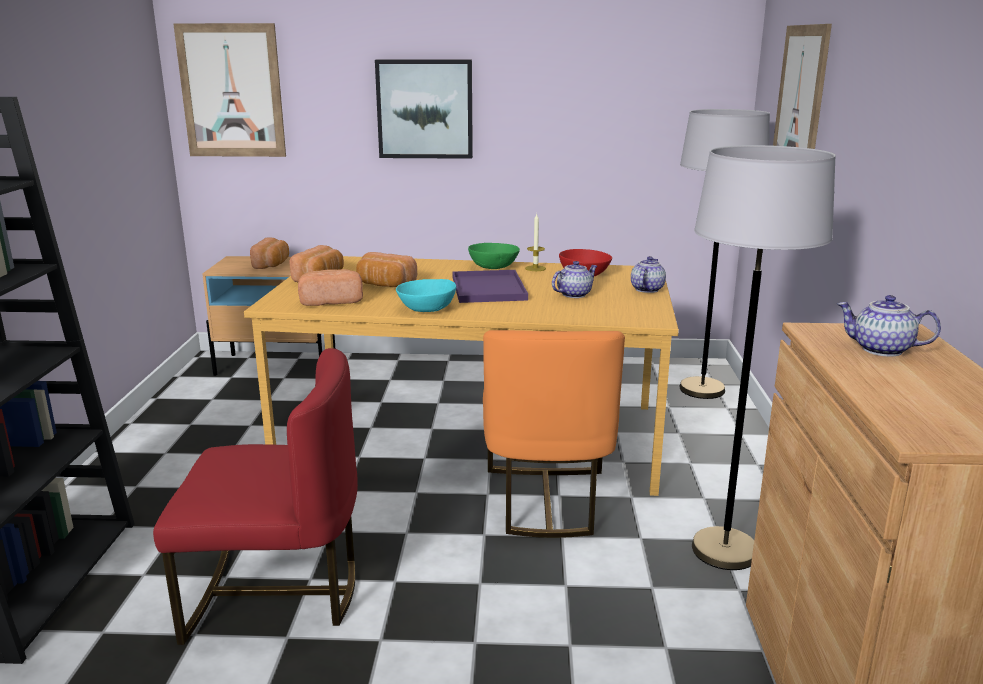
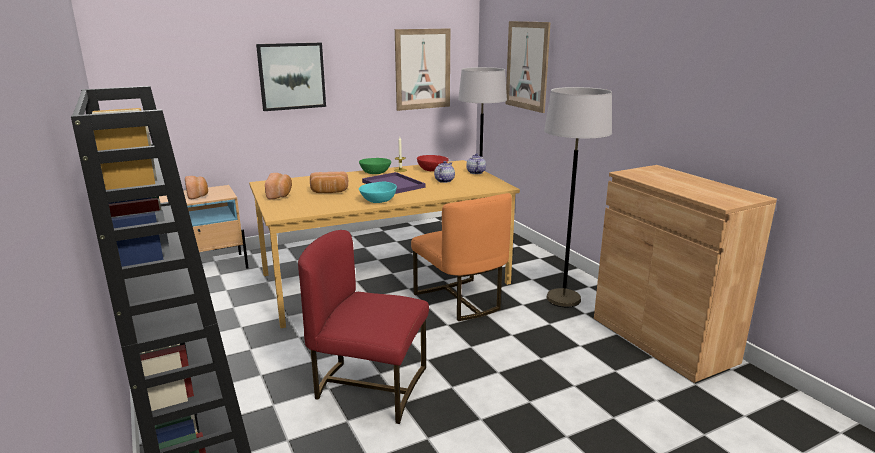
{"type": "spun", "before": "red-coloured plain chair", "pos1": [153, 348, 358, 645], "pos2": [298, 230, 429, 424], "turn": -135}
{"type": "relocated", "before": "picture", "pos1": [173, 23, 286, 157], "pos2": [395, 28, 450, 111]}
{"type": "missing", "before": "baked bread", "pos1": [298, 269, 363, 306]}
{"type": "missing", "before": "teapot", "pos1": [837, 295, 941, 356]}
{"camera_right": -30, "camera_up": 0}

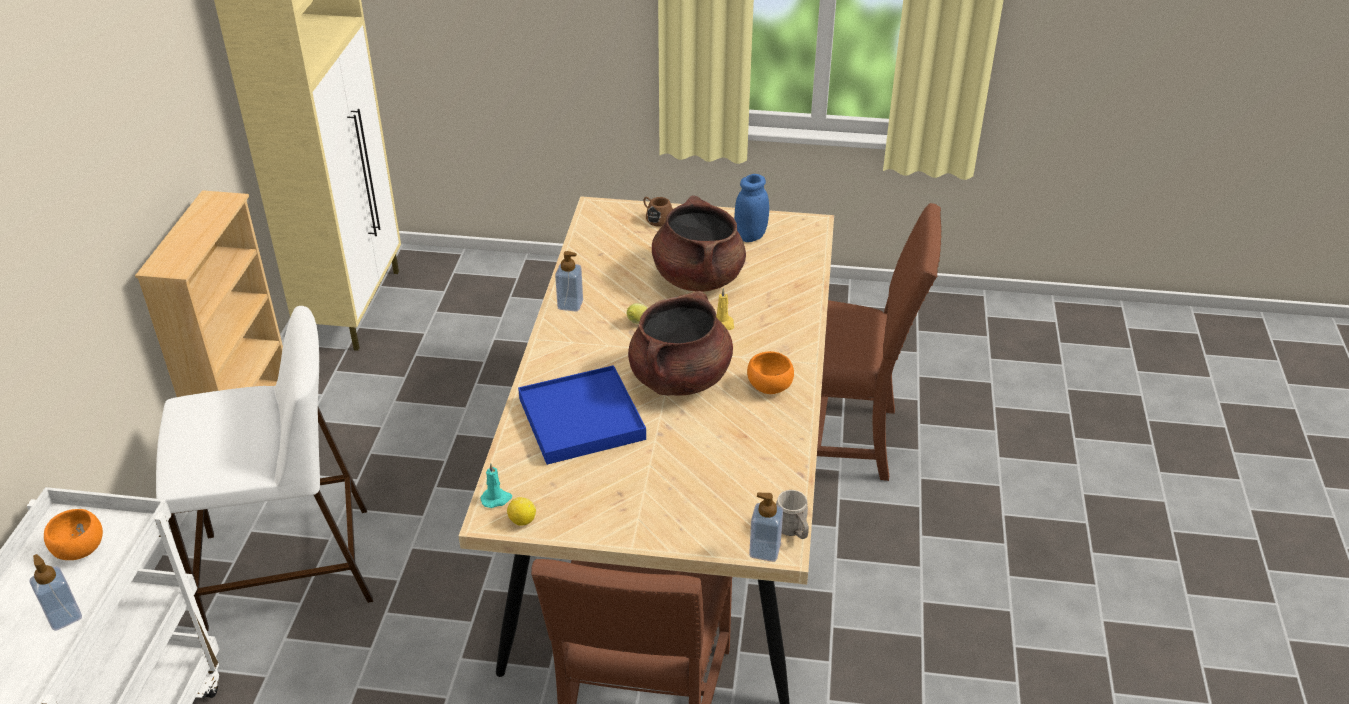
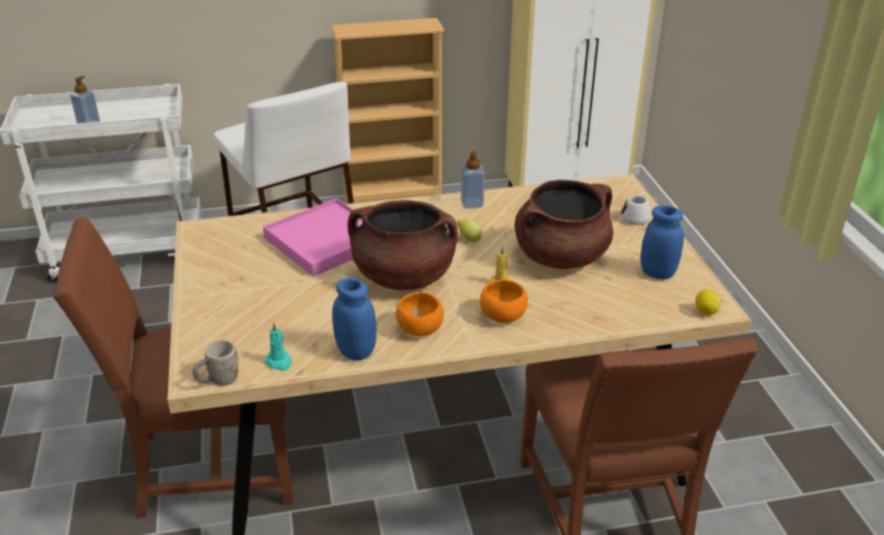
{"type": "colour", "before": "blue-coloured carrying tray", "after": "pink-coloured carrying tray", "pos1": [518, 365, 646, 465], "pos2": [263, 198, 363, 277]}
{"type": "relocated", "before": "turquoise wax light", "pos1": [480, 463, 512, 508], "pos2": [264, 322, 292, 371]}
{"type": "appeared", "after": "blue-coloured preserve jar", "pos2": [332, 278, 376, 360]}
{"type": "relocated", "before": "orange bowl", "pos1": [44, 509, 103, 560], "pos2": [480, 280, 528, 323]}
{"type": "colour", "before": "brown coffee mug", "after": "white coffee mug", "pos1": [644, 197, 673, 227], "pos2": [621, 193, 651, 225]}
{"type": "relocated", "before": "citrus fruit", "pos1": [507, 497, 536, 526], "pos2": [695, 290, 721, 315]}
{"type": "missing", "before": "soap bottle", "pos1": [749, 493, 783, 562]}
{"camera_right": 70, "camera_up": -5}

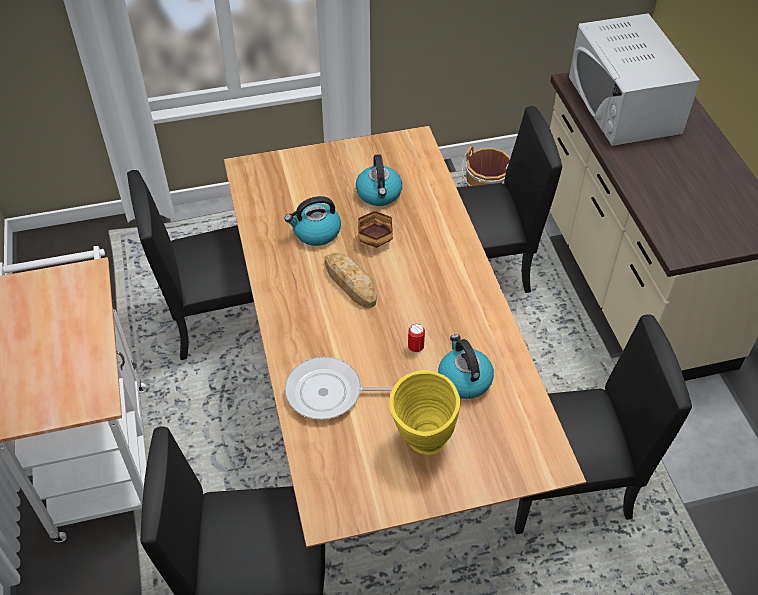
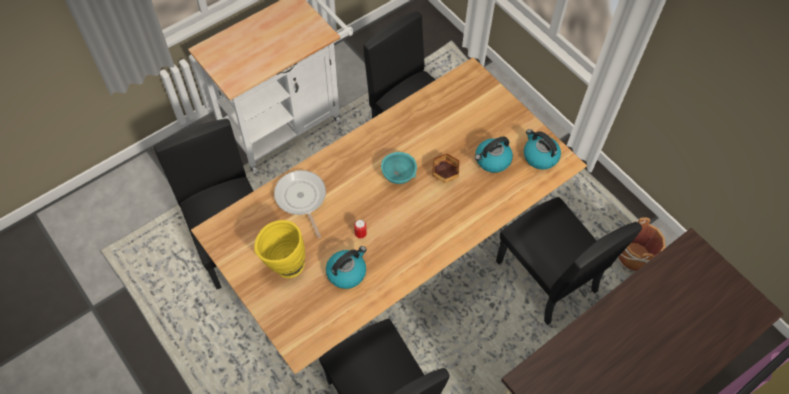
{"type": "exchanged", "before": "baked bread", "after": "turquoise bowl", "pos1": [325, 252, 376, 308], "pos2": [381, 152, 417, 184]}
{"type": "relocated", "before": "tea kettle", "pos1": [285, 196, 341, 246], "pos2": [524, 129, 561, 170]}
{"type": "missing", "before": "white microwave oven", "pos1": [569, 13, 700, 146]}
{"camera_right": 65, "camera_up": 10}

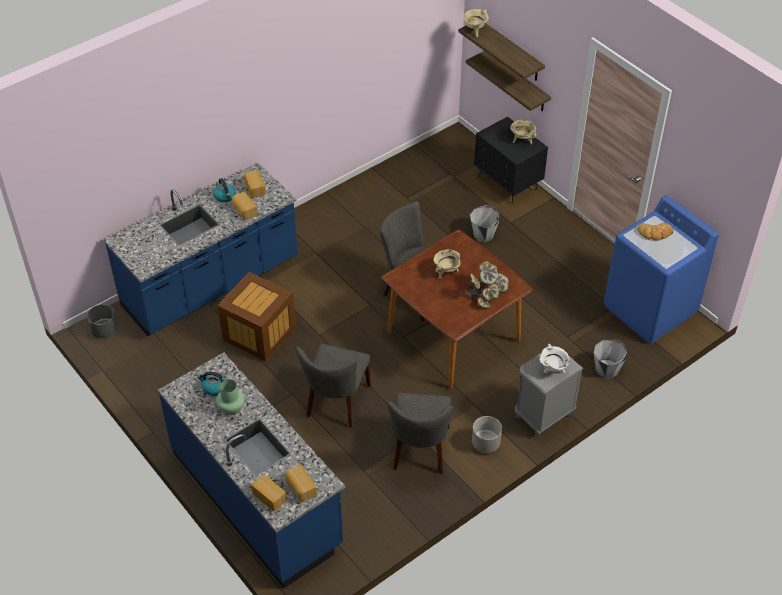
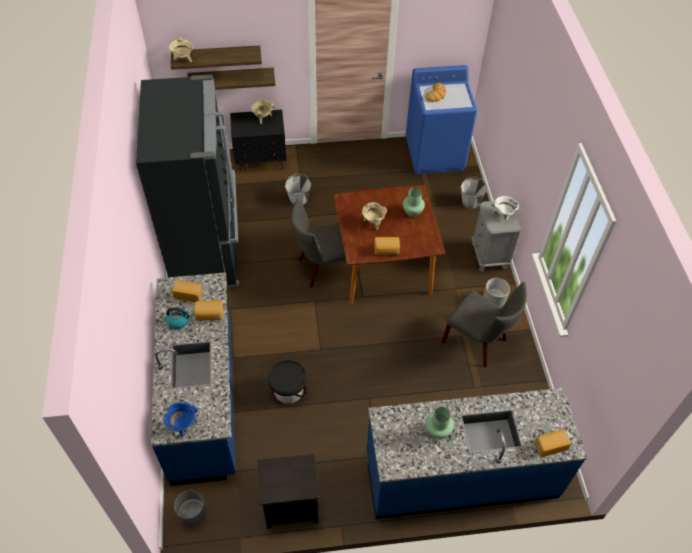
{"type": "appeared", "after": "black refrigerator", "pos2": [136, 74, 239, 287]}
{"type": "appeared", "after": "blue-coloured cooking pot", "pos2": [164, 402, 197, 437]}
{"type": "appeared", "after": "black night table", "pos2": [258, 454, 319, 529]}
{"type": "exchanged", "before": "shipping crate", "after": "black pail", "pos1": [218, 272, 296, 361], "pos2": [268, 360, 307, 404]}
{"type": "relocated", "before": "baked bread", "pos1": [285, 465, 317, 502], "pos2": [374, 237, 400, 255]}
{"type": "exchanged", "before": "houseplant", "after": "green flower vase", "pos1": [465, 261, 509, 308], "pos2": [403, 188, 425, 217]}
{"type": "missing", "before": "tea kettle", "pos1": [197, 371, 226, 396]}
{"type": "missing", "before": "gray plain chair", "pos1": [296, 344, 371, 428]}
{"camera_right": -60, "camera_up": 5}

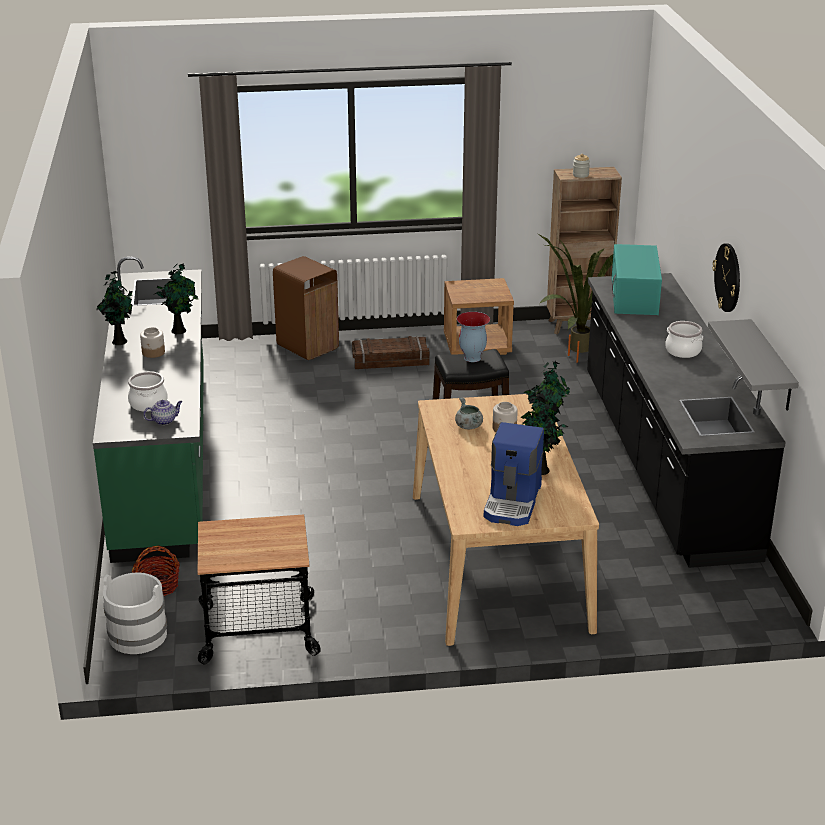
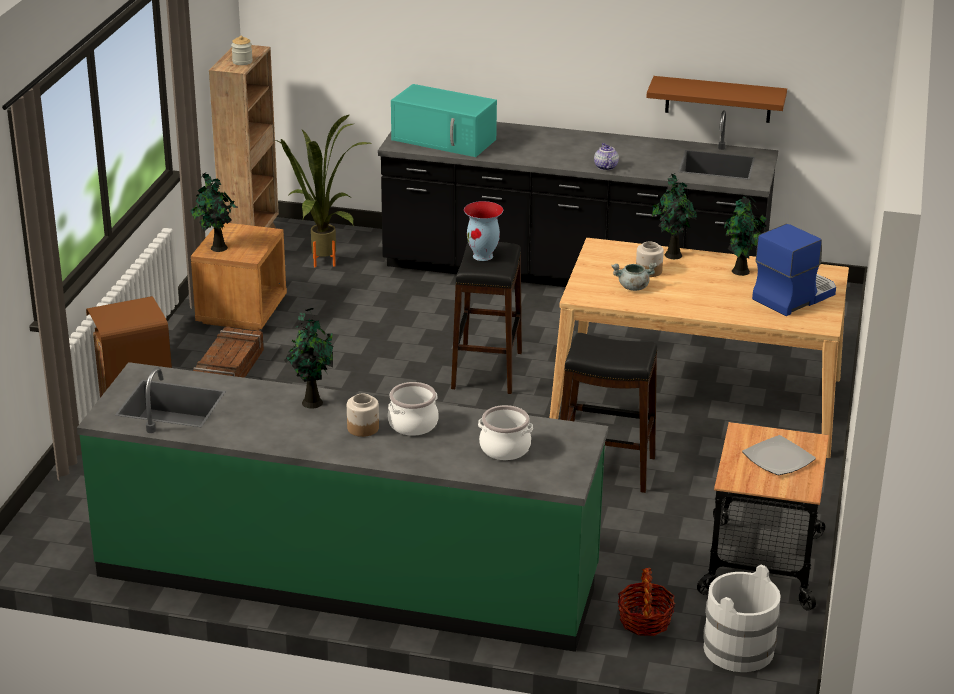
{"type": "relocated", "before": "houseplant", "pos1": [96, 271, 133, 345], "pos2": [190, 172, 238, 252]}
{"type": "relocated", "before": "cooking pot", "pos1": [665, 321, 703, 358], "pos2": [388, 382, 439, 436]}
{"type": "appeared", "after": "black sitting stool", "pos2": [560, 333, 657, 493]}
{"type": "relocated", "before": "teapot", "pos1": [143, 400, 182, 425], "pos2": [594, 143, 619, 170]}
{"type": "colour", "before": "gray shelf", "after": "brown shelf", "pos1": [708, 319, 799, 410], "pos2": [646, 76, 787, 123]}
{"type": "appeared", "after": "dinner plate", "pos2": [742, 435, 816, 475]}
{"type": "spun", "before": "coffee machine", "pos1": [484, 422, 544, 526], "pos2": [752, 224, 836, 316], "turn": -75}
{"type": "missing", "before": "wall clock", "pos1": [712, 243, 740, 312]}
{"camera_right": -70, "camera_up": 0}

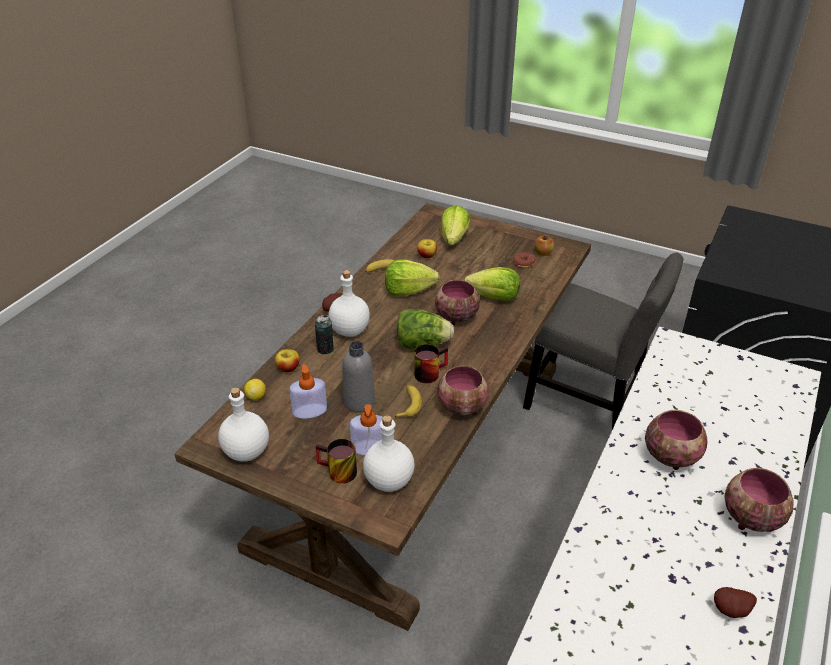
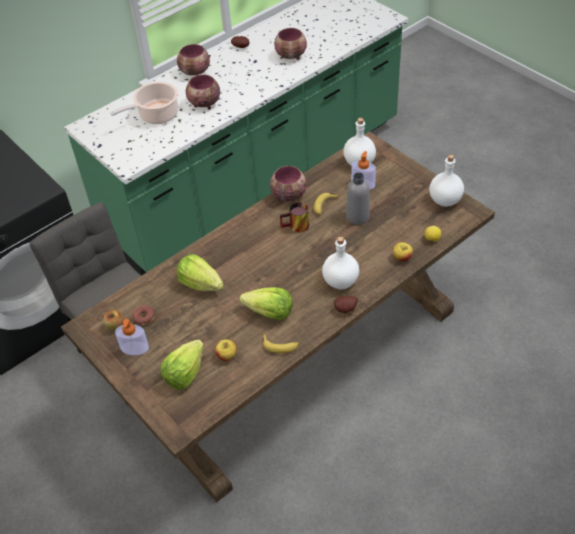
{"type": "appeared", "after": "cooking pot", "pos2": [110, 82, 179, 124]}
{"type": "relocated", "before": "soap bottle", "pos1": [289, 364, 327, 419], "pos2": [115, 319, 149, 355]}
{"type": "relocated", "before": "bowl", "pos1": [435, 280, 480, 326], "pos2": [274, 28, 307, 60]}
{"type": "missing", "before": "can", "pos1": [315, 315, 334, 354]}
{"type": "missing", "before": "coffee mug", "pos1": [316, 439, 357, 483]}
{"type": "missing", "before": "lettuce", "pos1": [397, 309, 454, 349]}
{"camera_right": -155, "camera_up": 10}

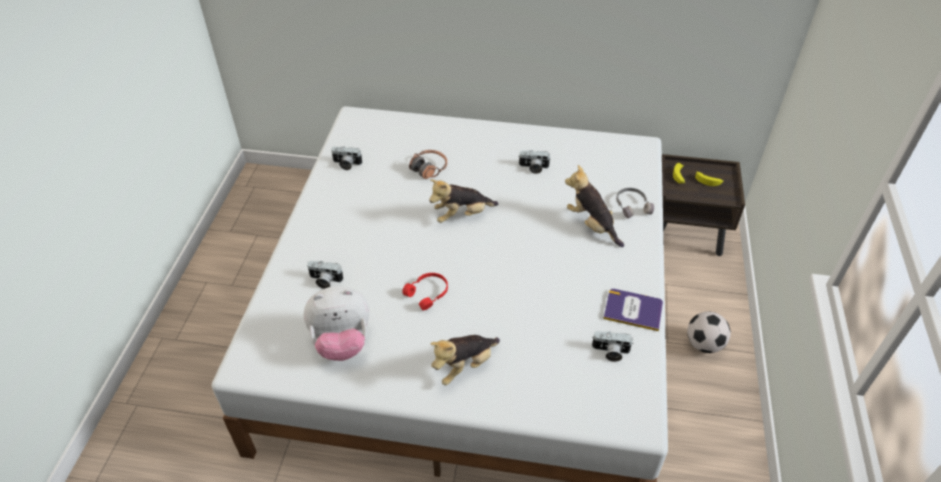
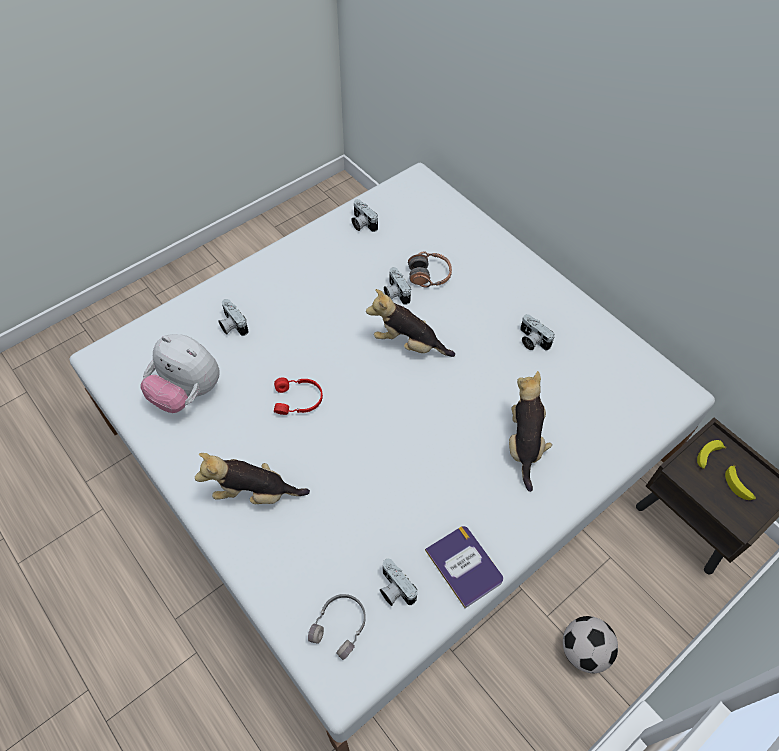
{"type": "relocated", "before": "gray headset", "pos1": [616, 188, 654, 219], "pos2": [308, 594, 366, 660]}
{"type": "appeared", "after": "still camera", "pos2": [384, 267, 411, 305]}
{"camera_right": 40, "camera_up": 10}

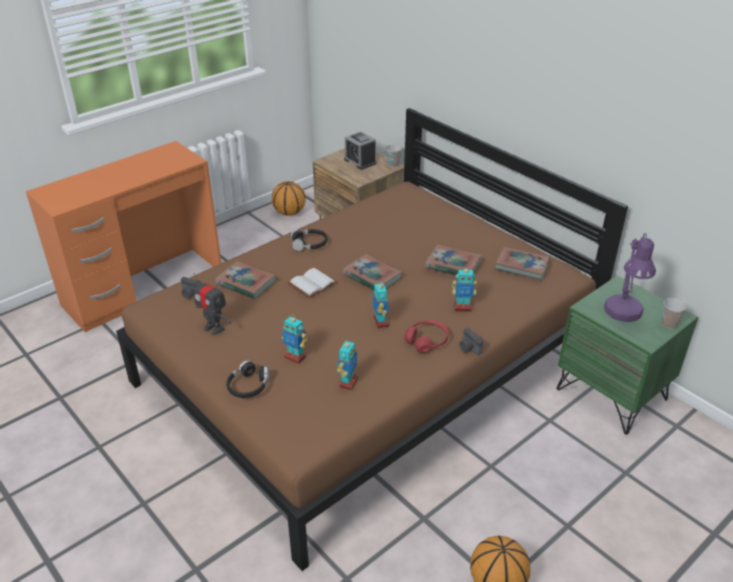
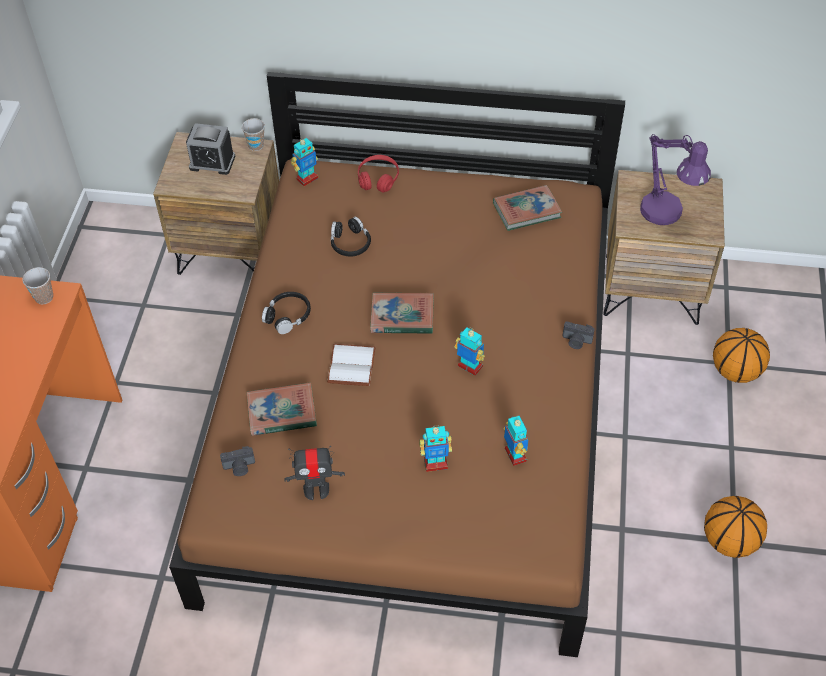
{"type": "relocated", "before": "drinking cup", "pos1": [662, 298, 687, 329], "pos2": [22, 267, 53, 304]}
{"type": "relocated", "before": "model robot", "pos1": [452, 265, 477, 311], "pos2": [291, 136, 319, 186]}
{"type": "relocated", "before": "black headset", "pos1": [226, 360, 269, 398], "pos2": [331, 217, 371, 257]}
{"type": "relocated", "before": "red-coloured headset", "pos1": [404, 320, 449, 353], "pos2": [358, 155, 399, 192]}
{"type": "colour", "before": "green night table", "after": "brown night table", "pos1": [556, 275, 698, 435], "pos2": [603, 170, 725, 325]}
{"type": "relocated", "before": "ball for basketball", "pos1": [272, 181, 305, 216], "pos2": [713, 328, 770, 383]}
{"type": "missing", "before": "bound book", "pos1": [425, 245, 482, 275]}
{"camera_right": -40, "camera_up": 15}

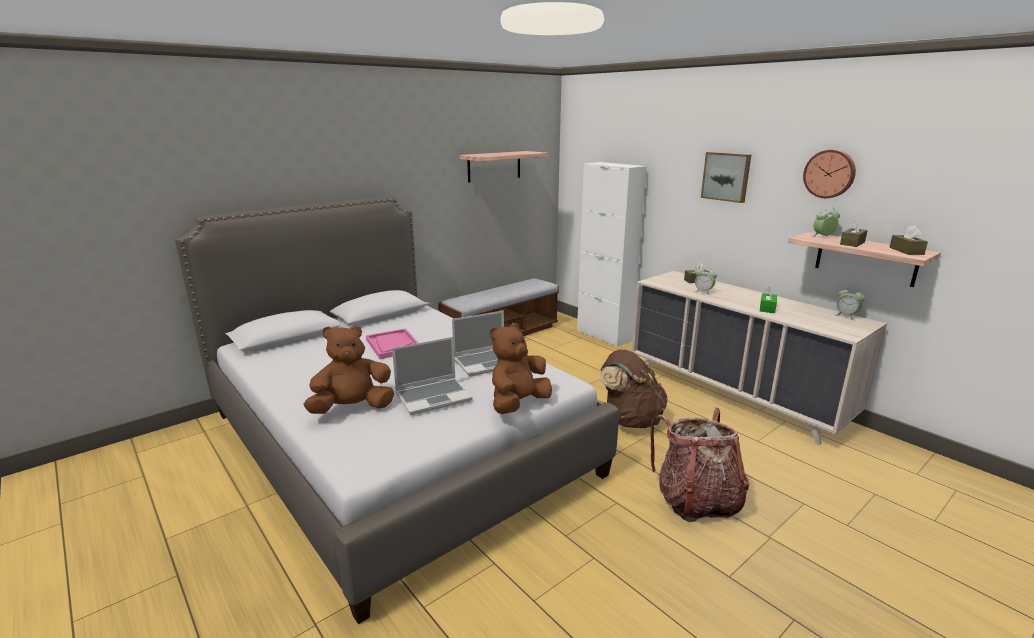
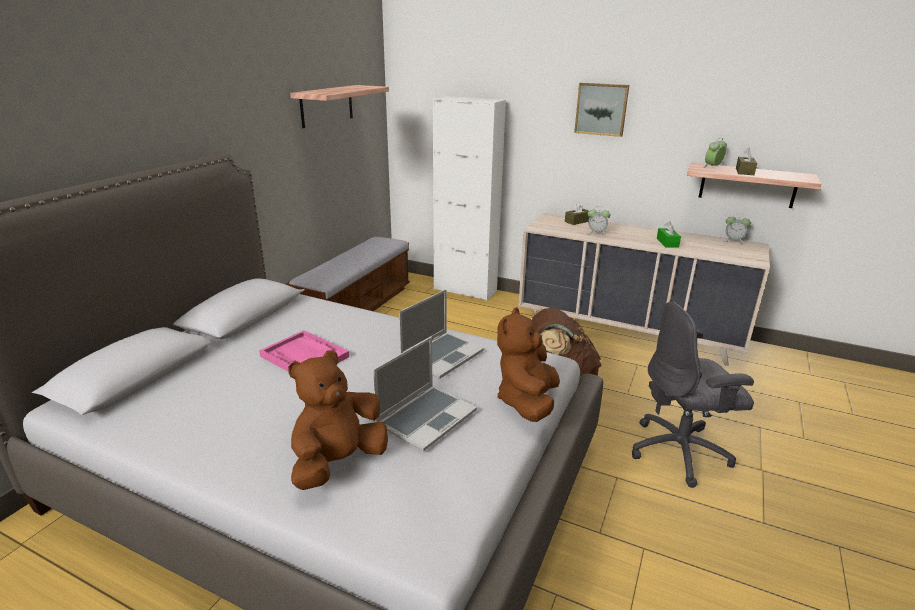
{"type": "exchanged", "before": "knapsack", "after": "gray computer chair", "pos1": [651, 407, 749, 522], "pos2": [632, 301, 754, 488]}
{"type": "missing", "before": "wall clock", "pos1": [803, 149, 856, 198]}
{"type": "missing", "before": "brown box of tissues", "pos1": [889, 225, 928, 255]}
{"camera_right": -25, "camera_up": 5}

